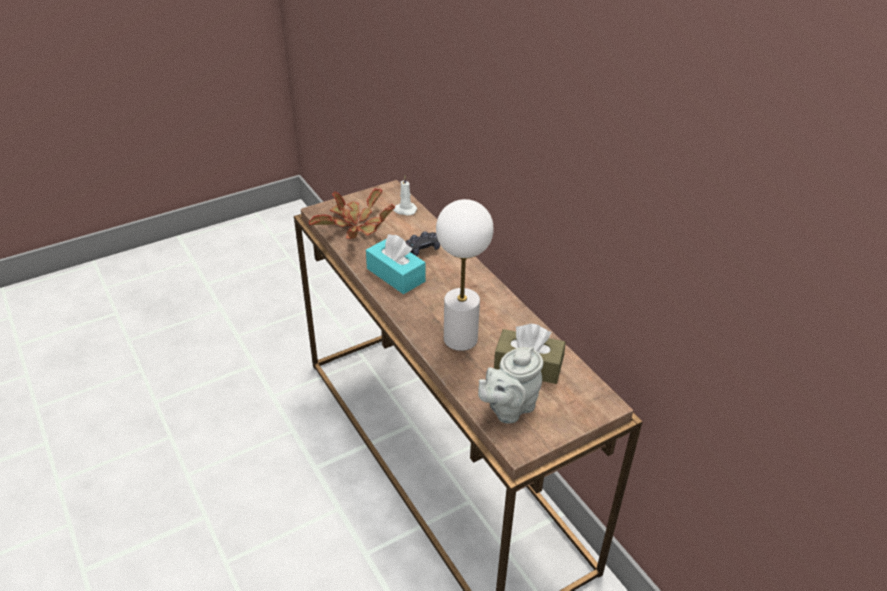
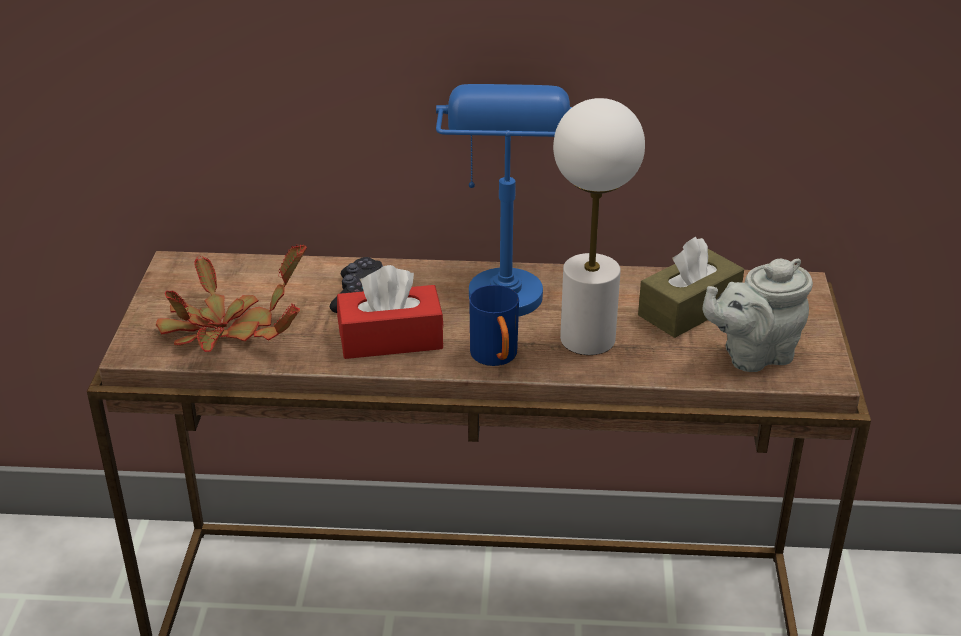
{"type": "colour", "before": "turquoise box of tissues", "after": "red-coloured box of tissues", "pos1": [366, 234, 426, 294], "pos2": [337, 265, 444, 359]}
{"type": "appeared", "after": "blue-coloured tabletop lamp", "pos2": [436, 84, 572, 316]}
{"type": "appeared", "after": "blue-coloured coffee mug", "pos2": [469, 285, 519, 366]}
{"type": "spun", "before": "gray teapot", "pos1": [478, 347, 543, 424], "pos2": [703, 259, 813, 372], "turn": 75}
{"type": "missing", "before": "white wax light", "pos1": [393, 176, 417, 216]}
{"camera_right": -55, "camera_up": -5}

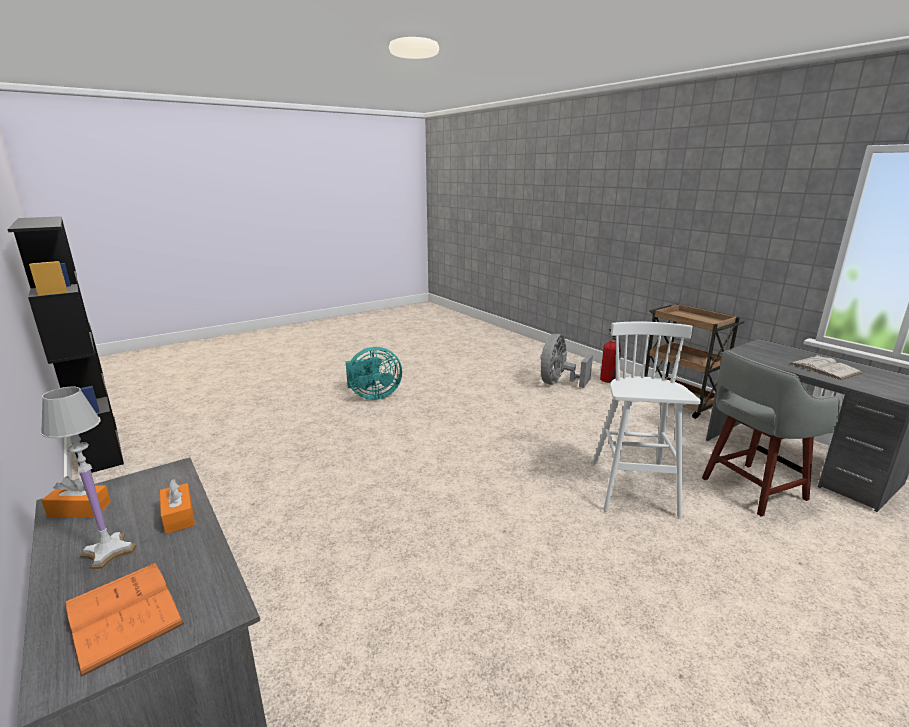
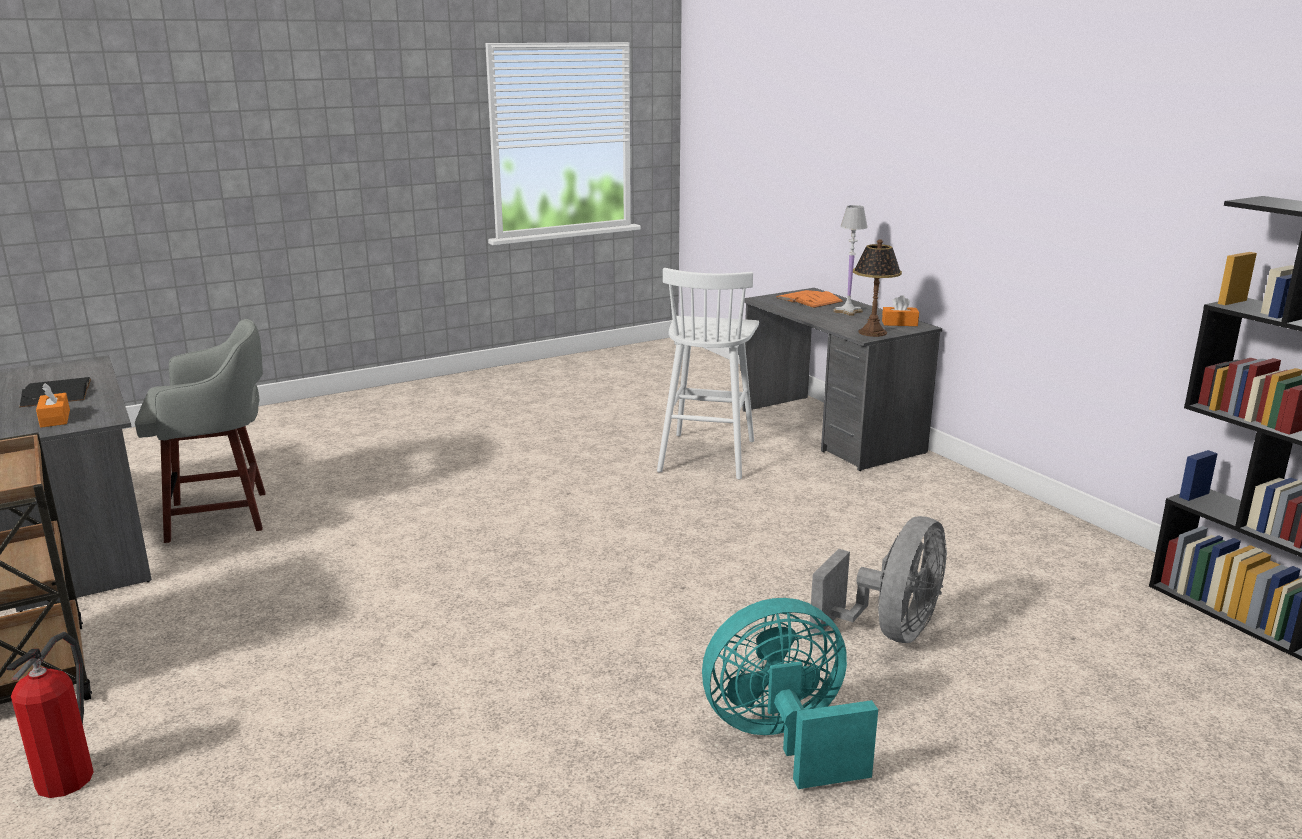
{"type": "colour", "before": "white bound book", "after": "black bound book", "pos1": [790, 355, 862, 380], "pos2": [19, 377, 91, 408]}
{"type": "relocated", "before": "orange box of tissues", "pos1": [160, 479, 195, 534], "pos2": [36, 383, 70, 428]}
{"type": "relocated", "before": "white sitting stool", "pos1": [593, 322, 701, 518], "pos2": [657, 268, 759, 480]}
{"type": "relocated", "before": "gray electric fan", "pos1": [540, 334, 593, 388], "pos2": [809, 516, 947, 643]}
{"type": "appeared", "after": "tabletop lamp", "pos2": [853, 240, 902, 337]}
{"camera_right": -175, "camera_up": 0}

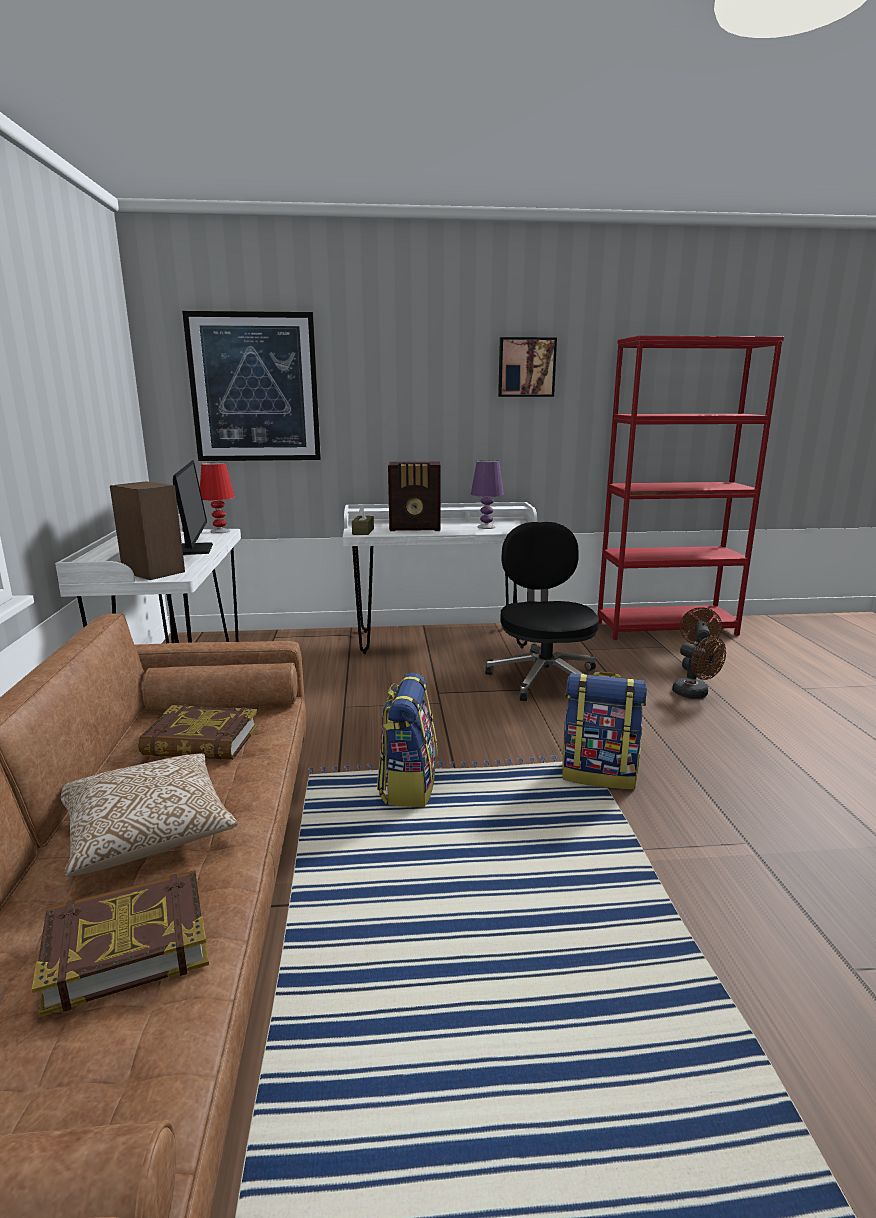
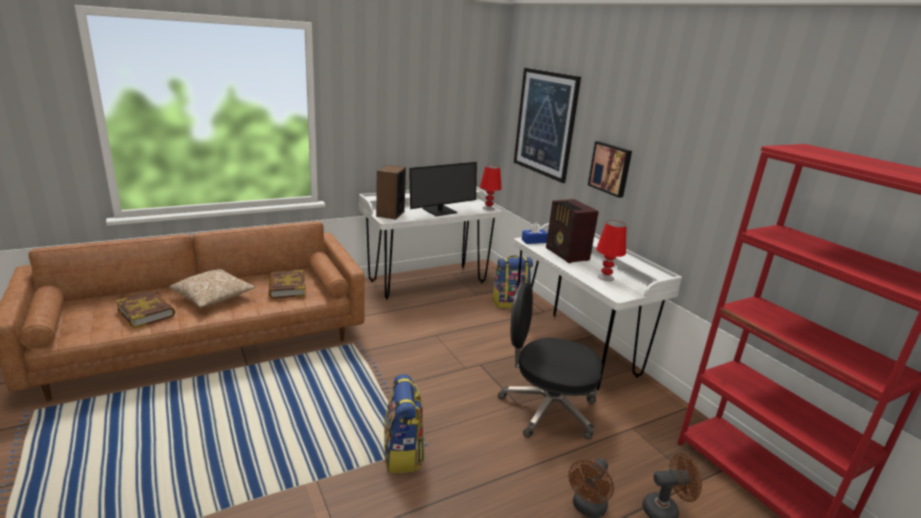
{"type": "relocated", "before": "knapsack", "pos1": [377, 673, 438, 807], "pos2": [492, 255, 533, 308]}
{"type": "spun", "before": "black computer chair", "pos1": [485, 522, 599, 701], "pos2": [498, 282, 602, 440], "turn": -135}
{"type": "colour", "before": "brown box of tissues", "after": "blue-coloured box of tissues", "pos1": [352, 506, 374, 535], "pos2": [522, 223, 548, 244]}
{"type": "relocated", "before": "picture", "pos1": [498, 337, 557, 397], "pos2": [588, 141, 632, 198]}
{"type": "colour", "before": "purple-coloured tabletop lamp", "after": "red-coloured tabletop lamp", "pos1": [471, 460, 504, 529], "pos2": [596, 220, 627, 281]}
{"camera_right": 65, "camera_up": 5}

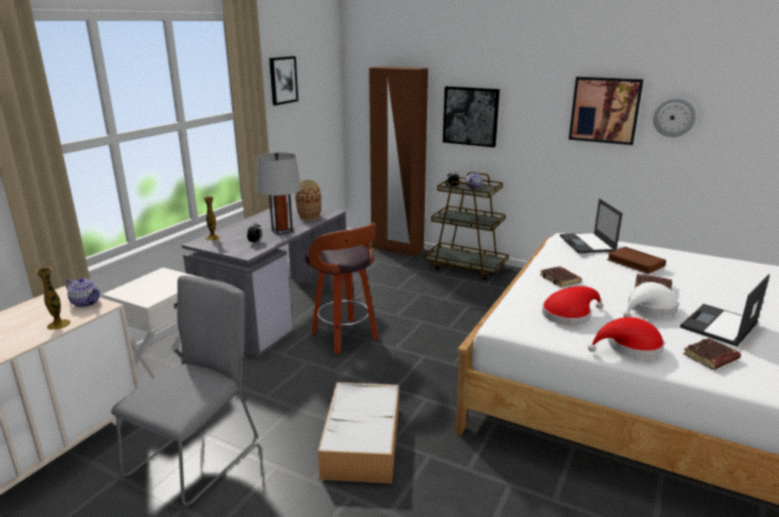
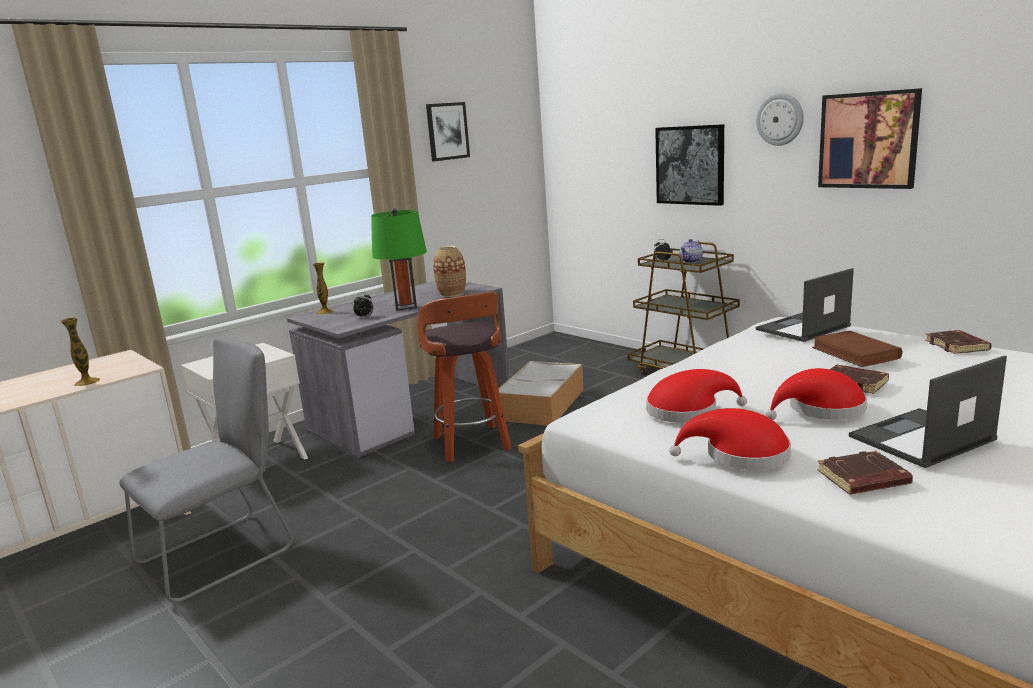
{"type": "colour", "before": "gray tabletop lamp", "after": "green tabletop lamp", "pos1": [257, 152, 301, 235], "pos2": [371, 208, 427, 311]}
{"type": "relocated", "before": "storage bin", "pos1": [318, 382, 399, 484], "pos2": [498, 361, 583, 426]}
{"type": "relocated", "before": "wall clock", "pos1": [653, 98, 696, 137], "pos2": [756, 93, 804, 146]}
{"type": "spun", "before": "laptop", "pos1": [560, 198, 623, 253], "pos2": [756, 268, 854, 342], "turn": 45}
{"type": "colour", "before": "white clothing hat", "after": "red-coloured clothing hat", "pos1": [623, 282, 679, 317], "pos2": [765, 368, 867, 420]}
{"type": "relocated", "before": "brown bound book", "pos1": [540, 266, 582, 287], "pos2": [925, 330, 992, 354]}
{"type": "missing", "before": "teapot", "pos1": [66, 277, 100, 307]}
{"type": "missing", "before": "brown clothes cupboard", "pos1": [369, 66, 428, 256]}
{"camera_right": 20, "camera_up": -5}

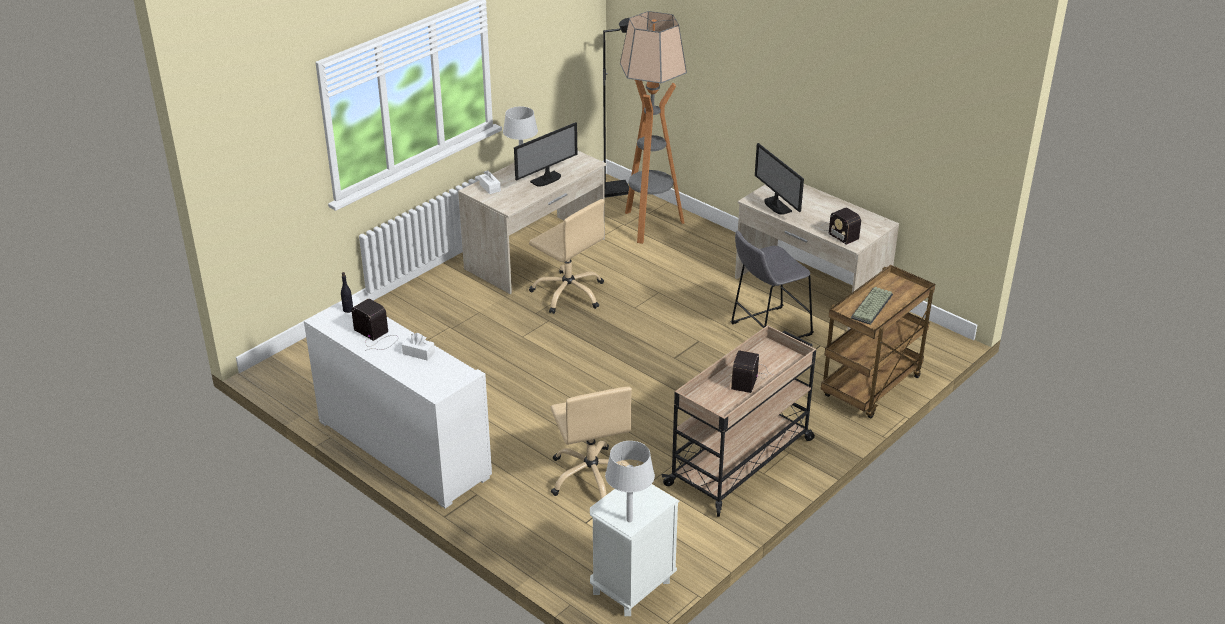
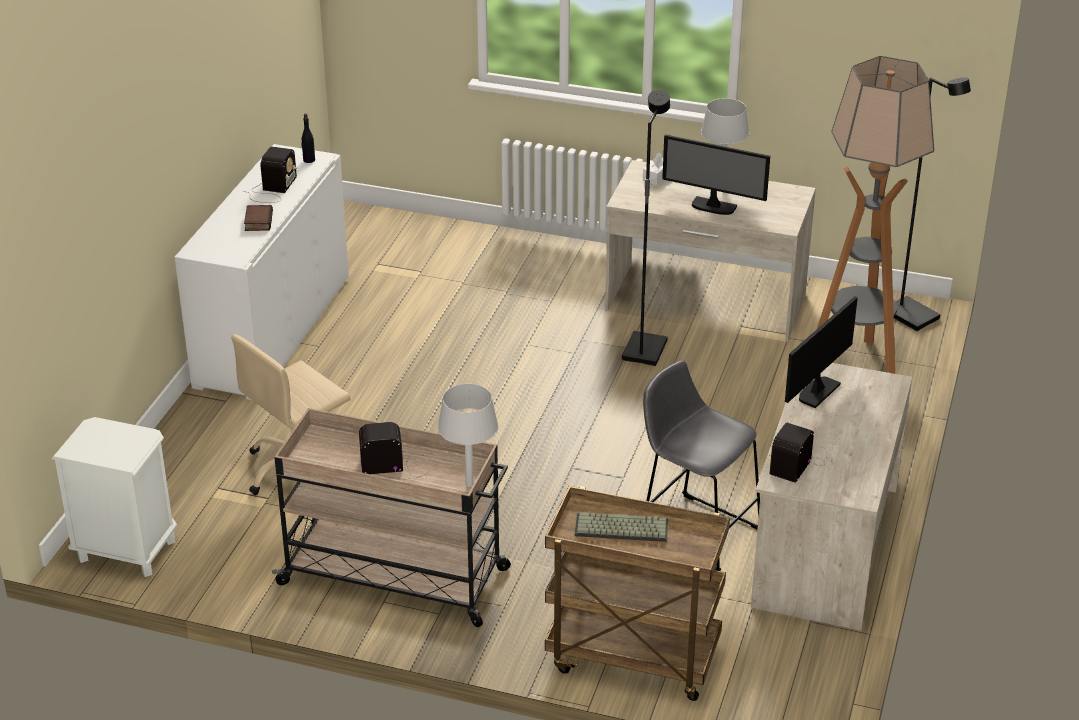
{"type": "exchanged", "before": "white box of tissues", "after": "bound book", "pos1": [402, 333, 435, 361], "pos2": [244, 205, 273, 231]}
{"type": "relocated", "before": "gray tabletop lamp", "pos1": [605, 441, 655, 522], "pos2": [438, 383, 498, 487]}
{"type": "exchanged", "before": "beige computer chair", "after": "black floor lamp", "pos1": [529, 199, 605, 314], "pos2": [622, 89, 670, 366]}
{"camera_right": 65, "camera_up": 0}

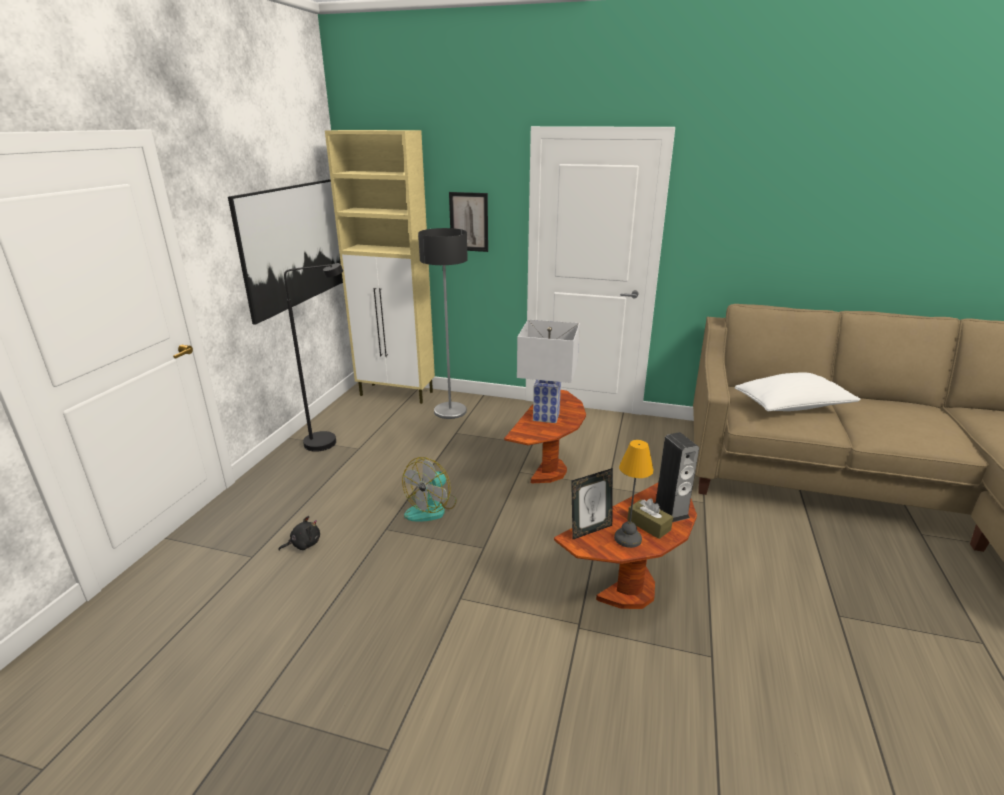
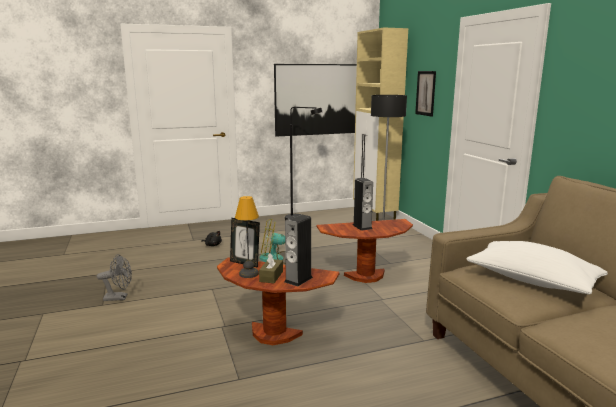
{"type": "appeared", "after": "gray electric fan", "pos2": [97, 254, 132, 301]}
{"type": "exchanged", "before": "white tabletop lamp", "after": "loudspeaker", "pos1": [517, 319, 580, 423], "pos2": [353, 178, 373, 231]}
{"camera_right": 55, "camera_up": -10}

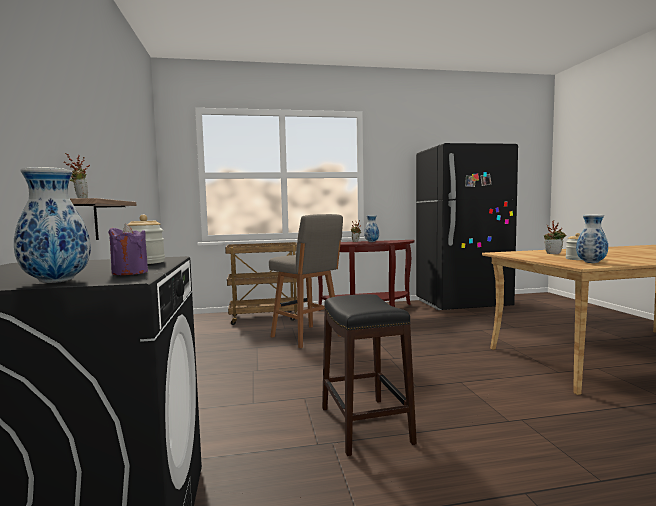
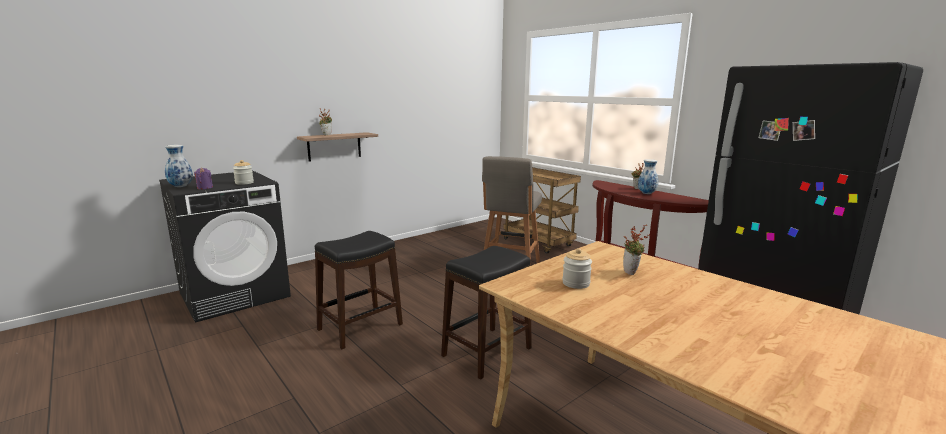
{"type": "appeared", "after": "black sitting stool", "pos2": [441, 246, 532, 380]}
{"type": "missing", "before": "flower vase", "pos1": [576, 214, 608, 263]}
{"camera_right": 60, "camera_up": 10}

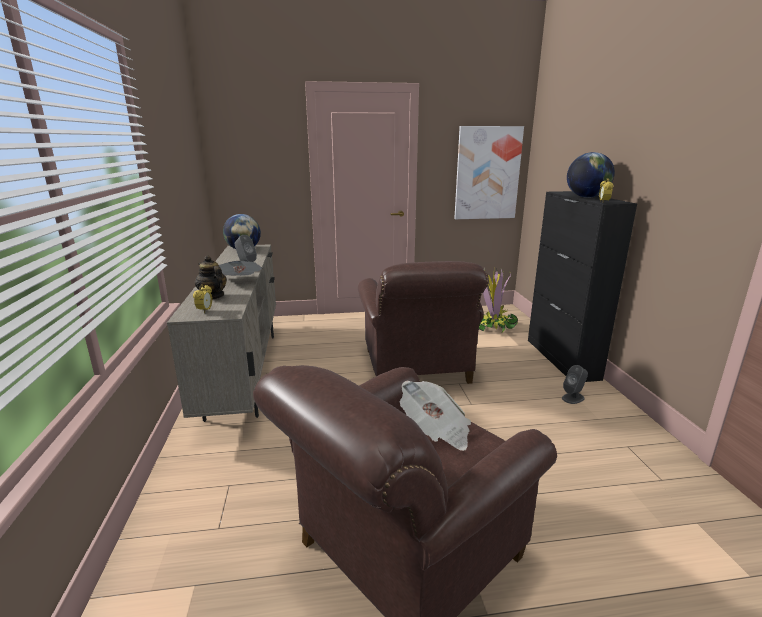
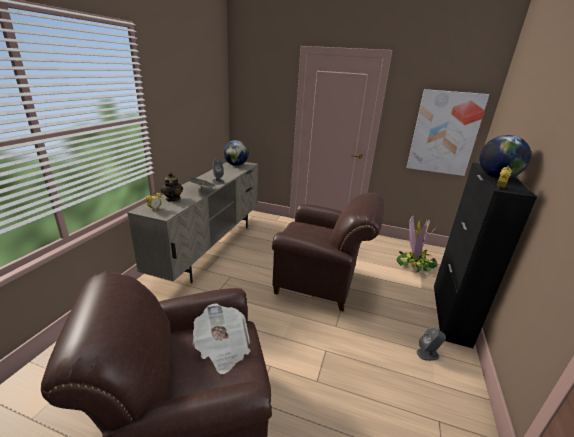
{"type": "spun", "before": "brown easy chair", "pos1": [358, 261, 489, 384], "pos2": [272, 192, 385, 312], "turn": -90}
{"camera_right": 25, "camera_up": 5}

